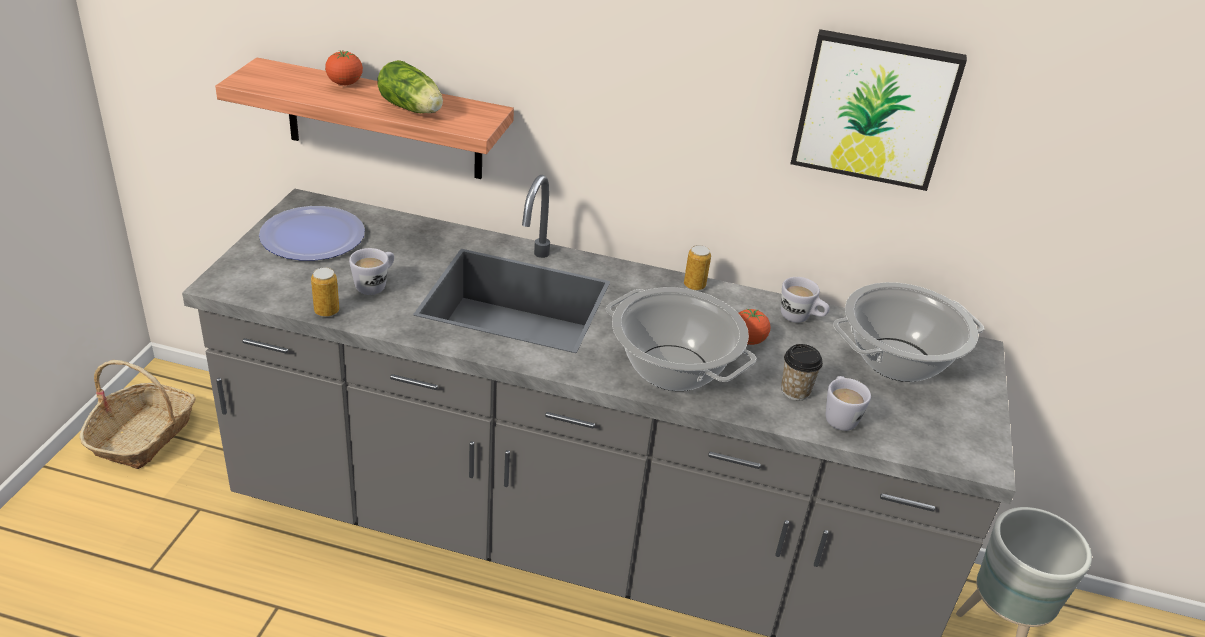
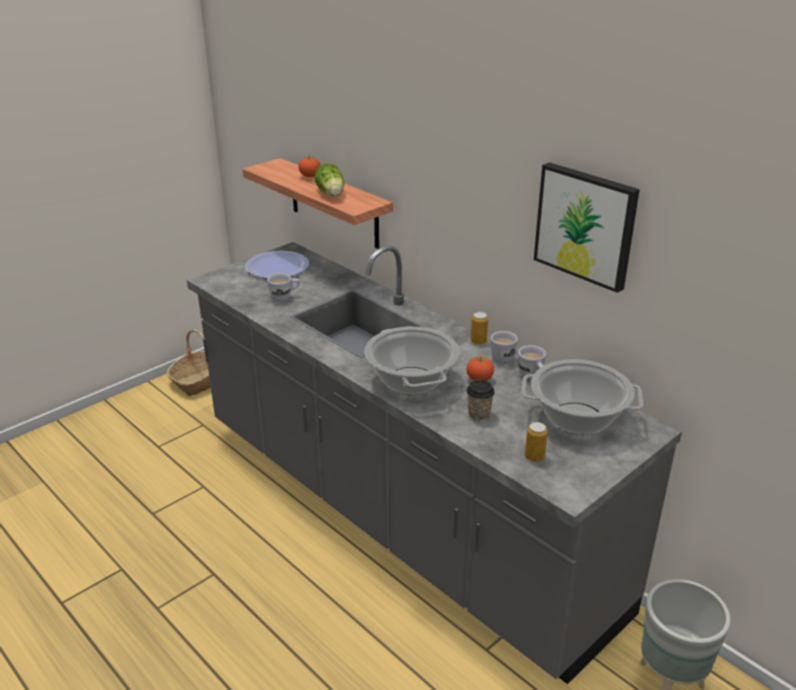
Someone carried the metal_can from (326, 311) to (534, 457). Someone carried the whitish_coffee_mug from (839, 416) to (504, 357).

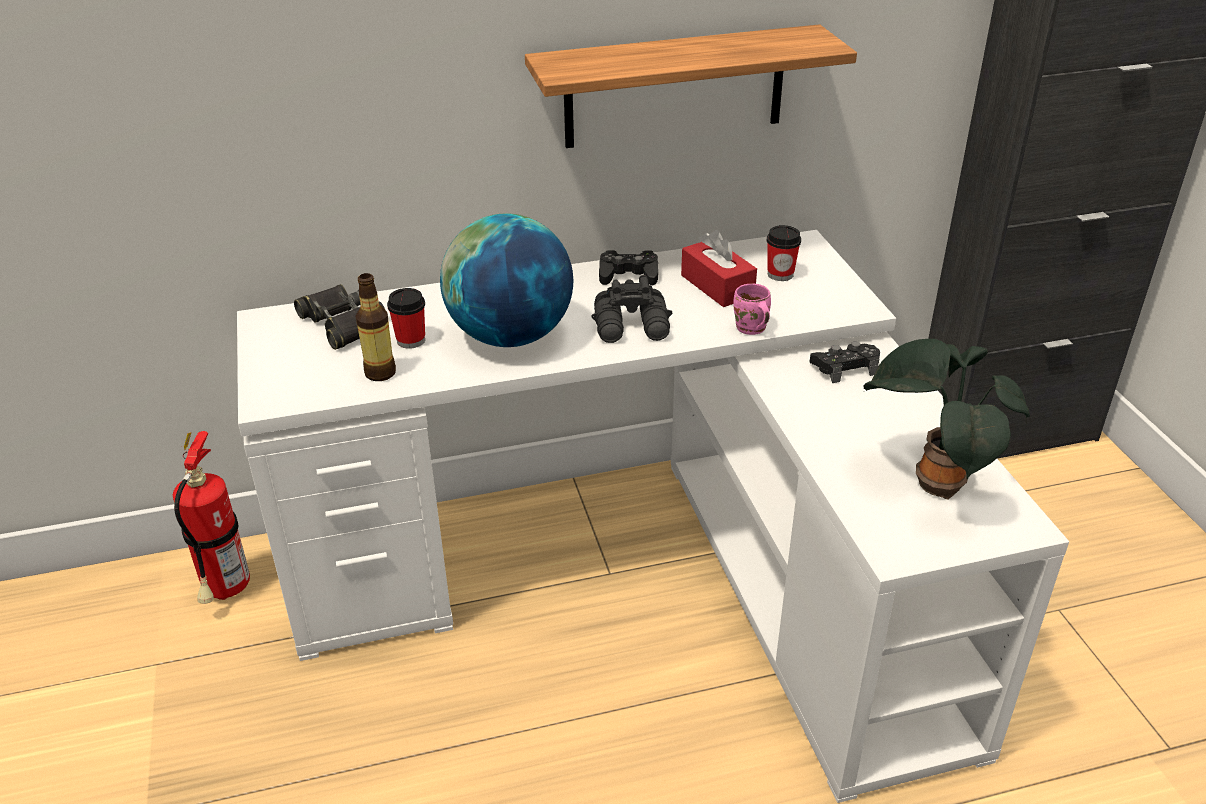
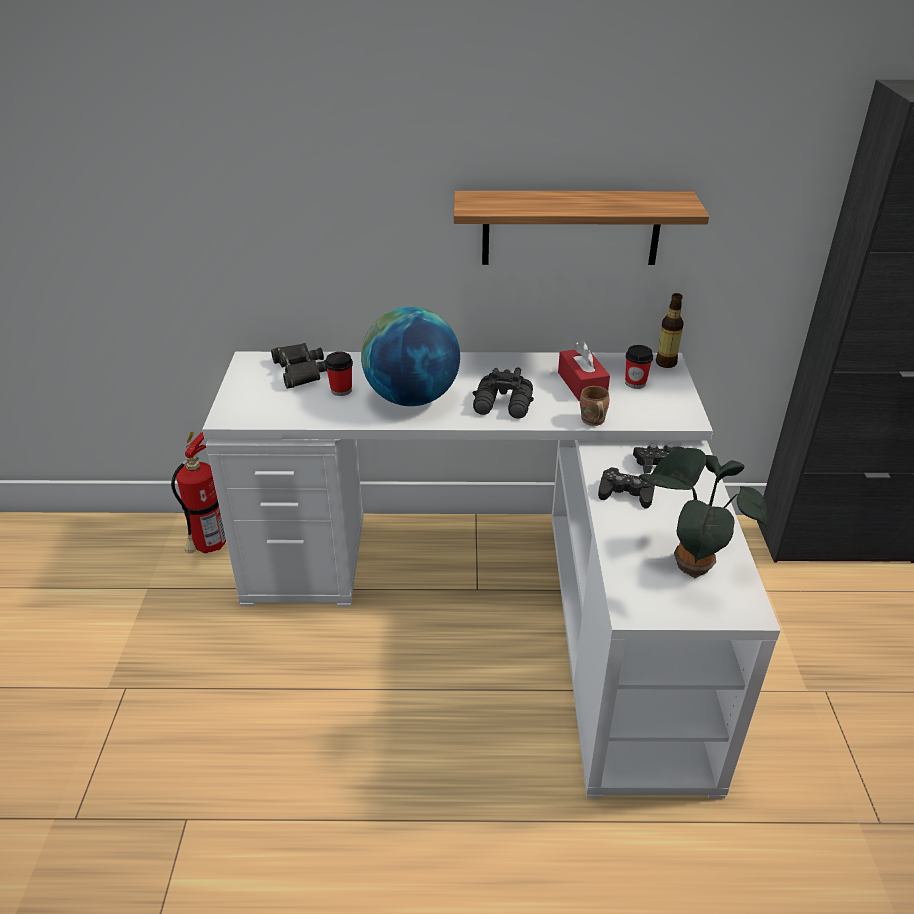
Someone carried the beverage_bottle from (380, 373) to (666, 363). Someone carried the black-coloured_joypad from (628, 275) to (626, 493). Someone repainted the pinkish_coffee_mug at (750, 329), which became the brown-coloured_coffee_mug at (592, 421).

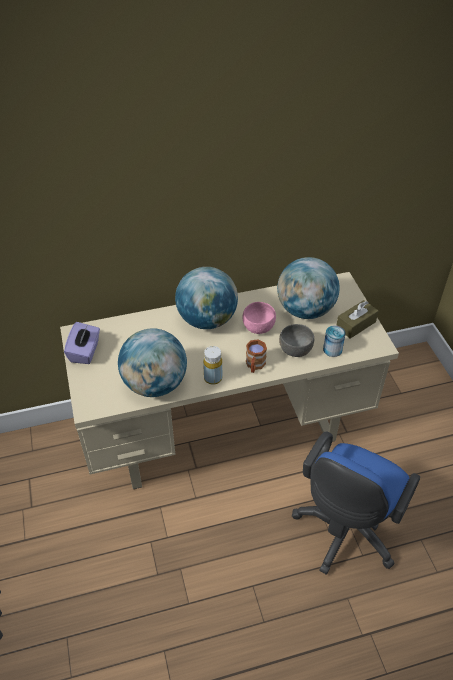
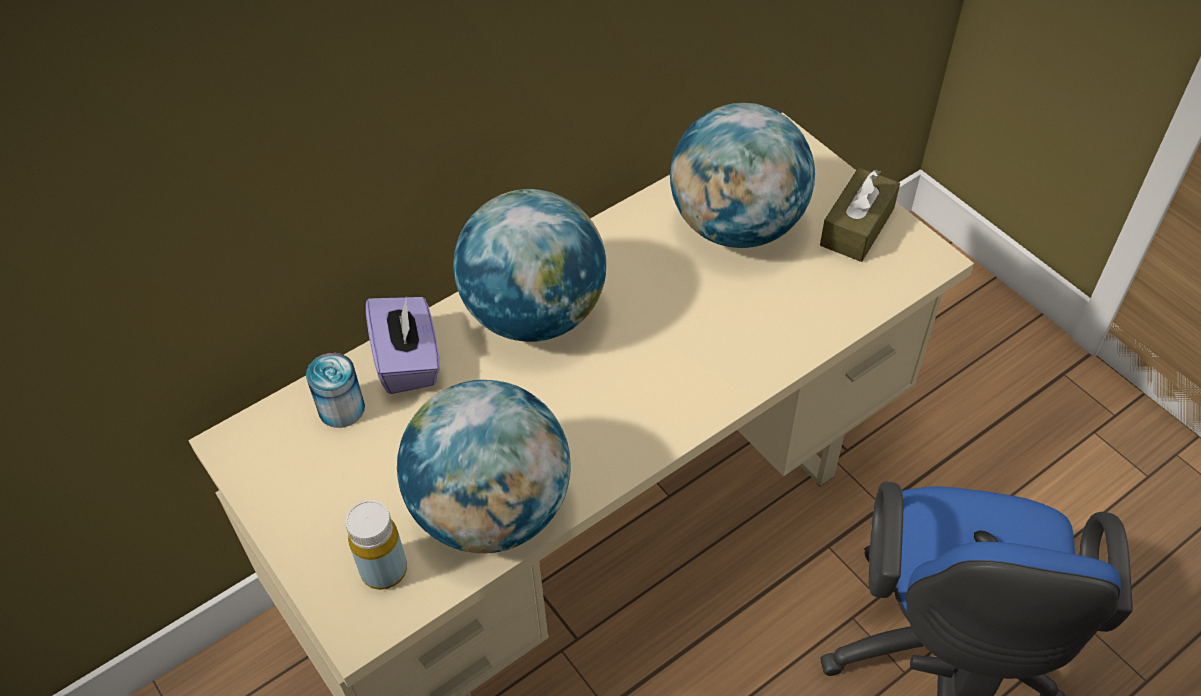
Someone carried the purplish_tissue_box from (85, 352) to (408, 361). Someone carried the yellow_beverage_bottle from (213, 378) to (384, 570). Someone took away the pinkish_serving_bowl at (258, 327). Someone took away the brown-coloured_coffee_mug at (254, 365). Someone took away the grey_serving_bowl at (295, 349). Someone carried the metal_can from (332, 349) to (341, 408).

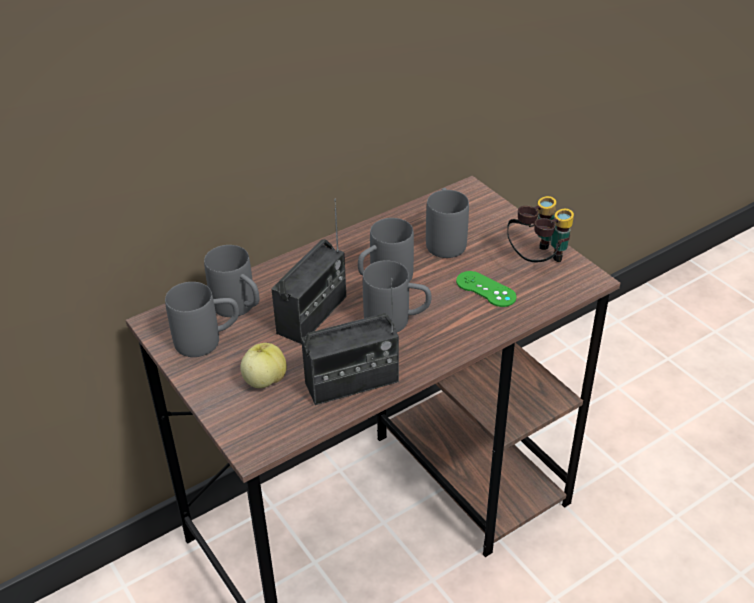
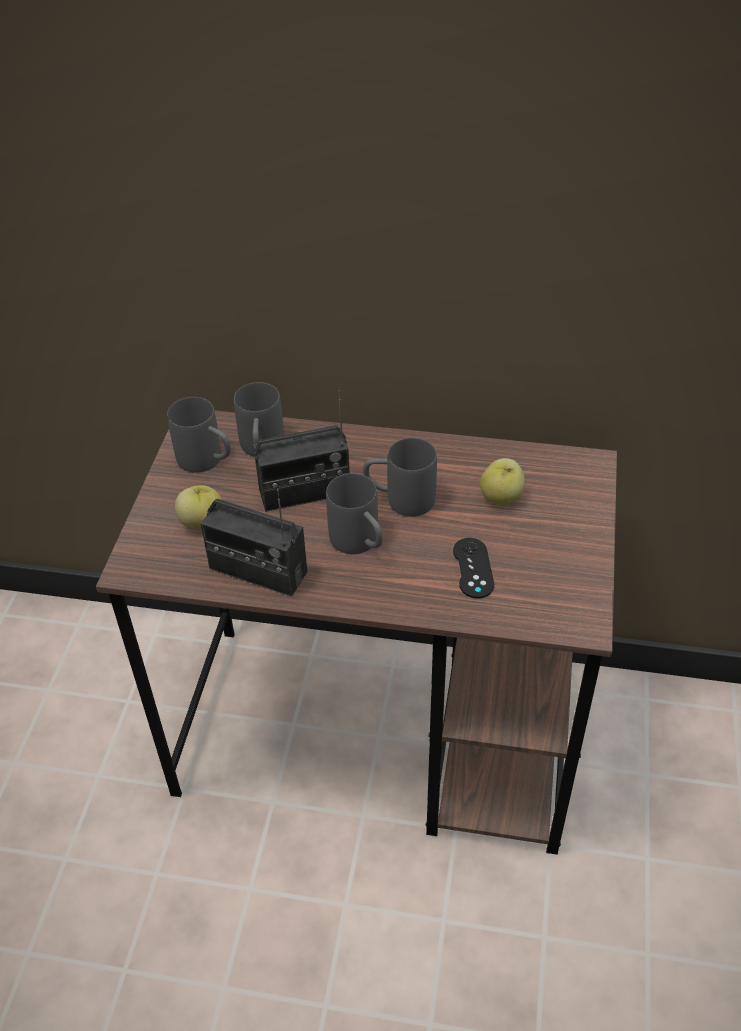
Someone swapped the grey_coffee_mug at (445, 240) for the whole_apple at (502, 497). Someone repainted the green_joypad at (485, 289), which became the black-coloured_joypad at (473, 568). Someone took away the binoculars at (537, 260).

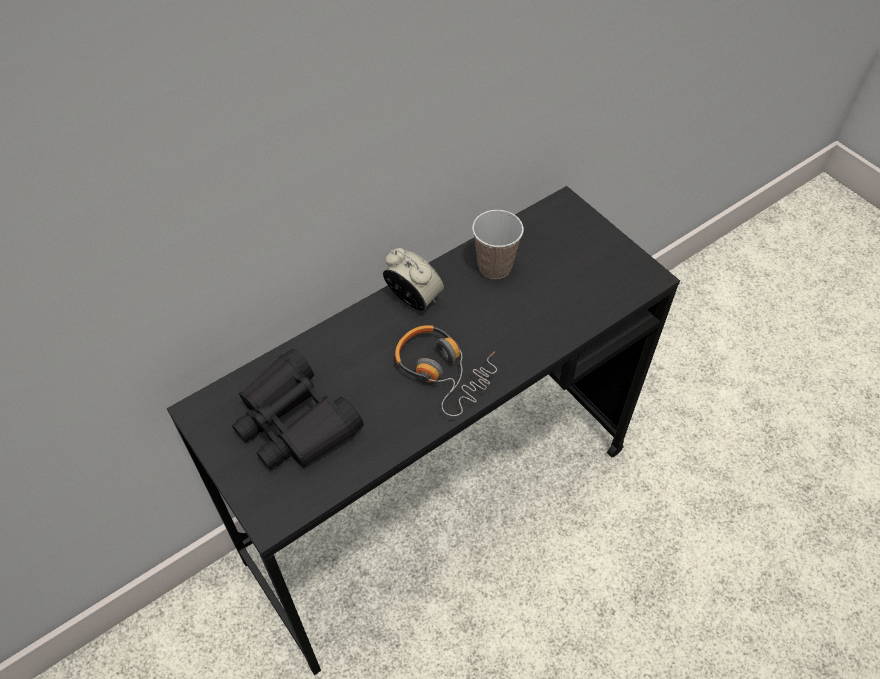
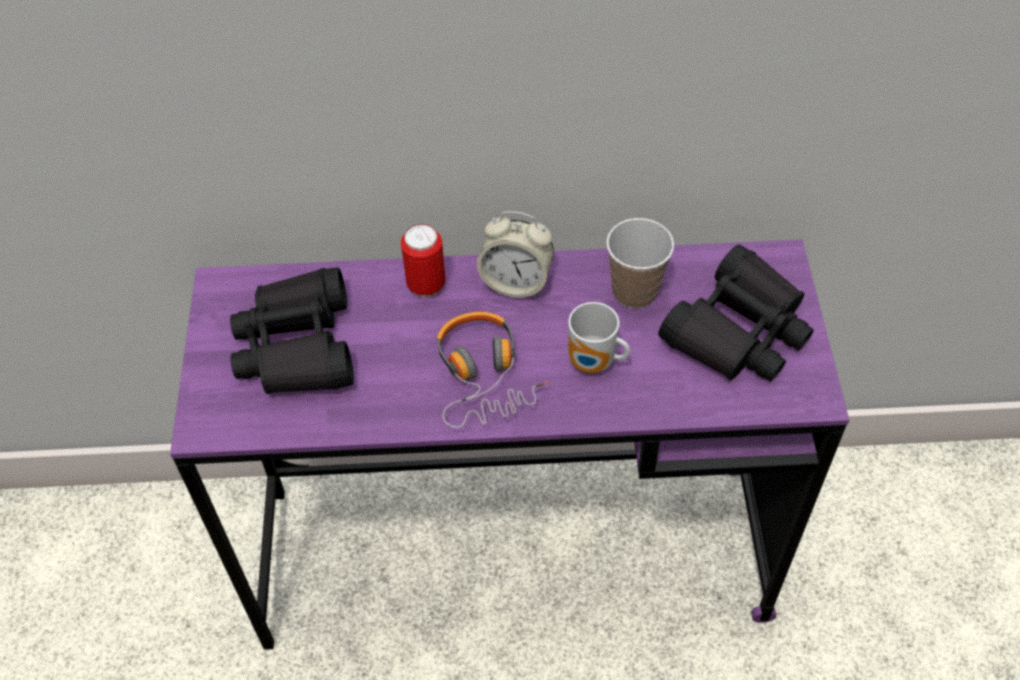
Someone repainted the black-coloured_desk_unit at (438, 504), which became the purplish_desk_unit at (513, 554). Someone rotated the table_clock at (413, 299) by 120 degrees clockwise. Someone put down the metal_can at (426, 285). Someone put down the coffee_mug at (593, 364). Someone put down the black-coloured_binoculars at (738, 331).

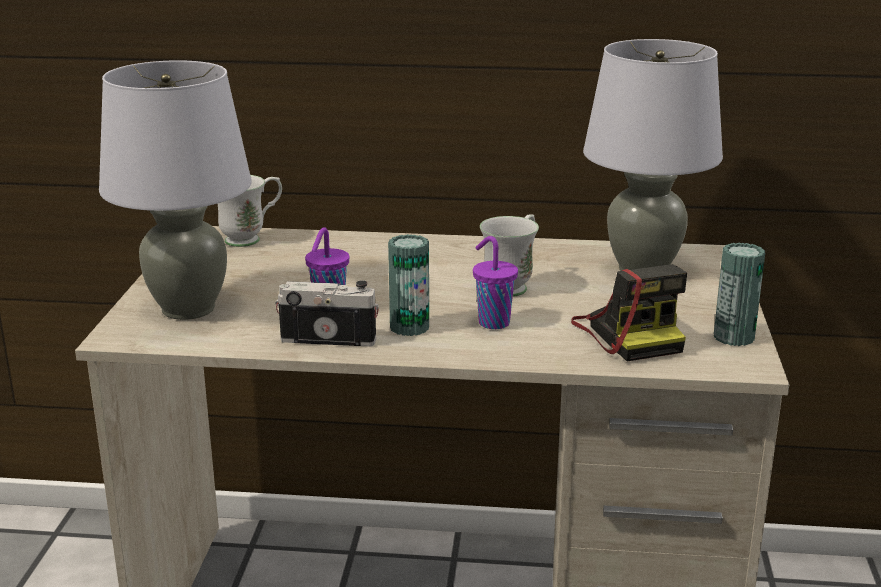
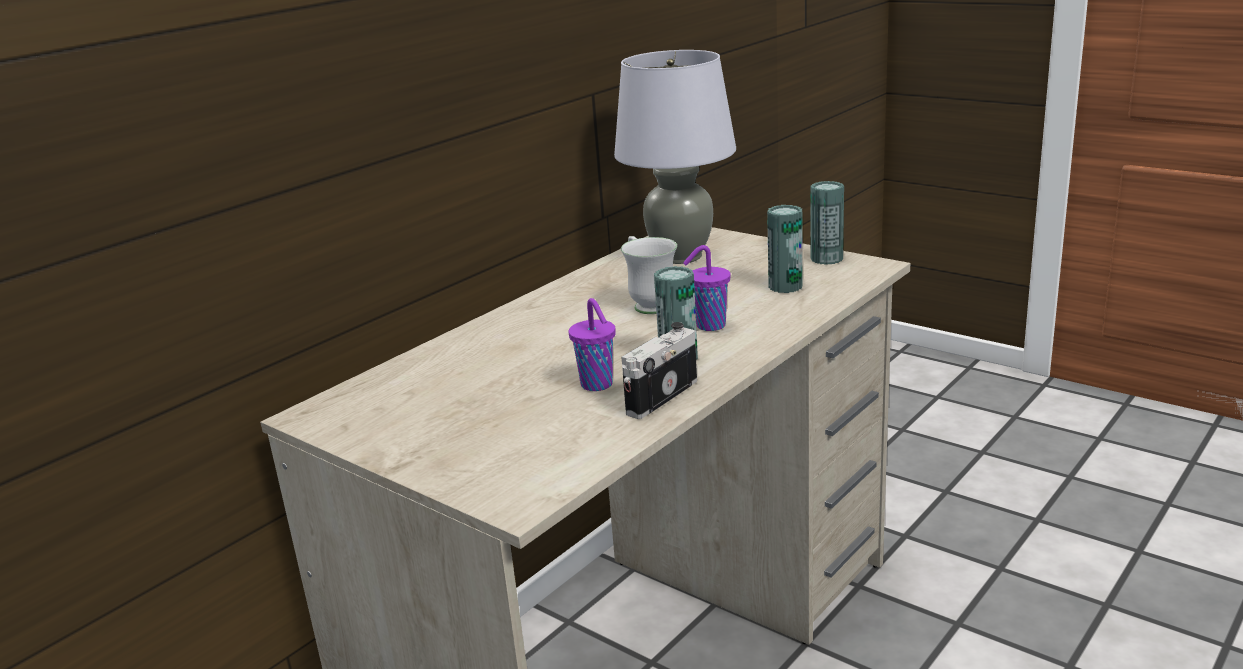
Someone took away the grey_lamp_for_a_table at (189, 309). Someone took away the whitish_coffee_mug at (251, 238). Someone swapped the still_camera at (629, 334) for the metal_can at (785, 286).

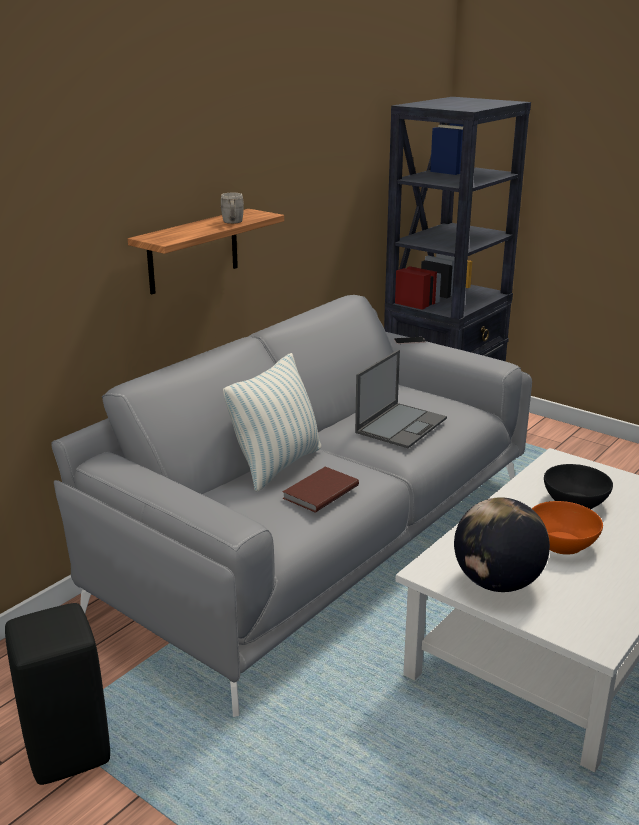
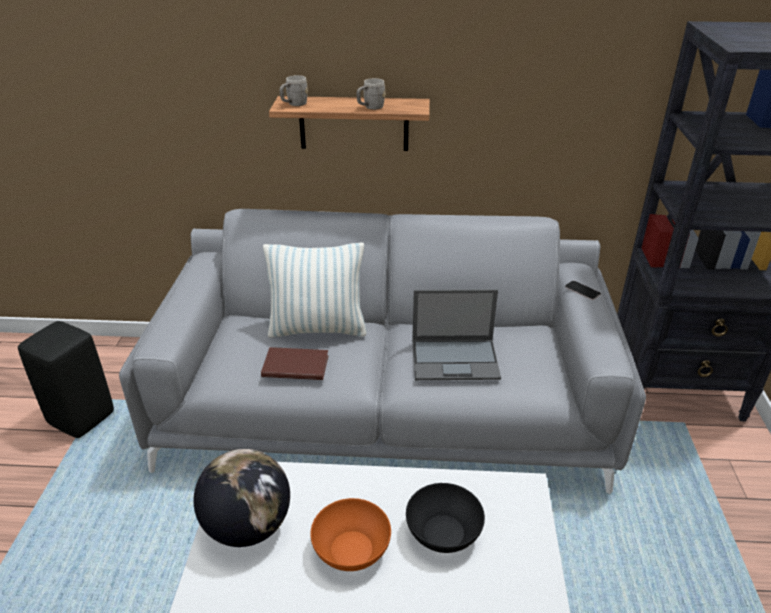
Someone put down the grey_coffee_mug at (294, 104).

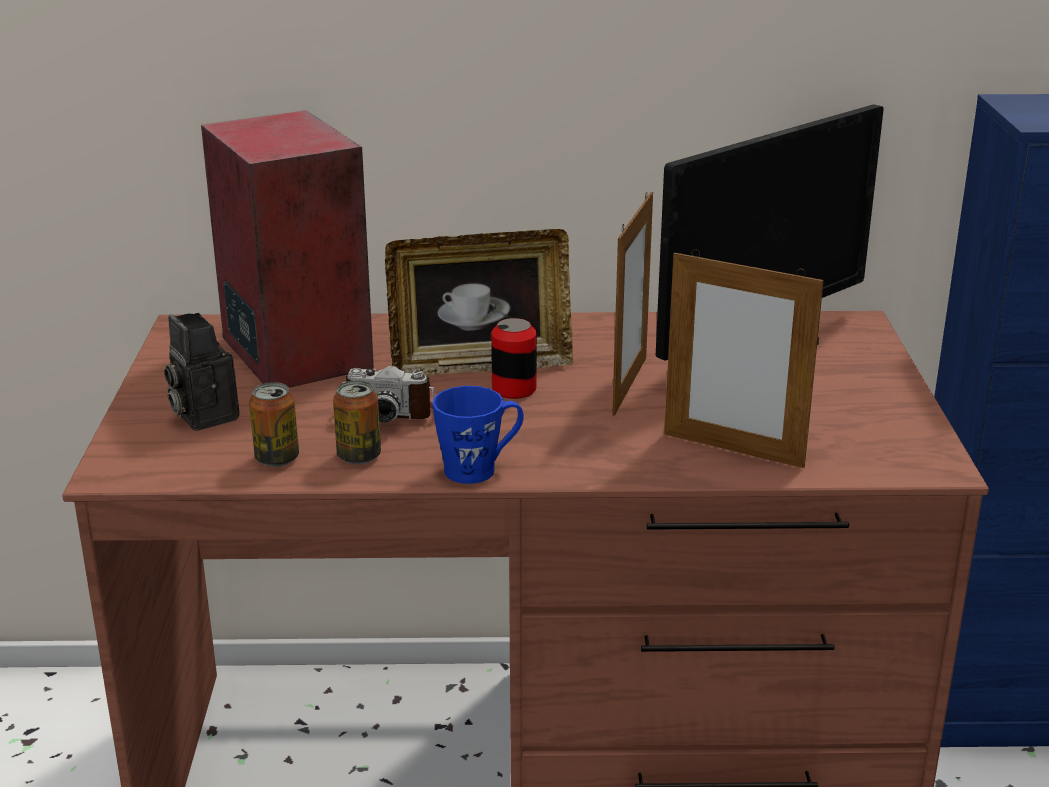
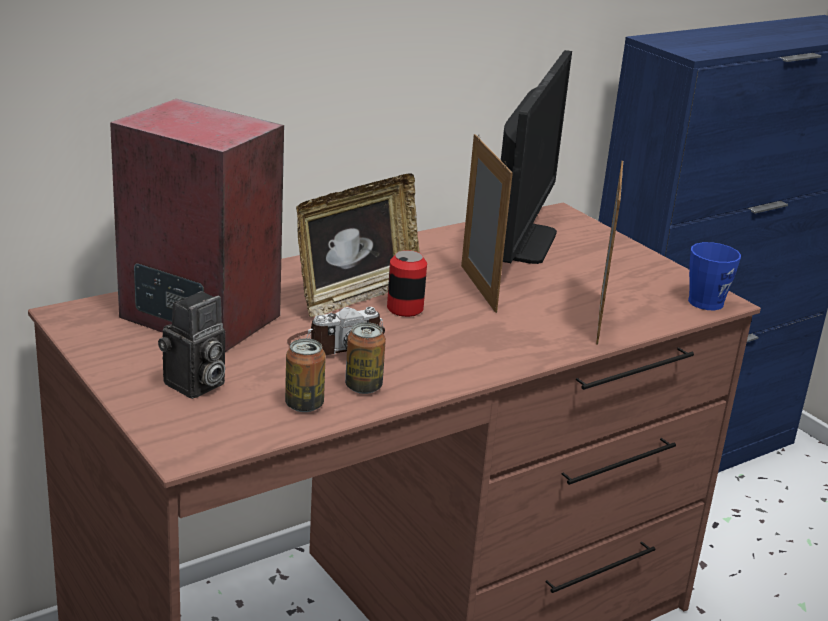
Someone rotated the still_camera at (202, 415) by 75 degrees counterclockwise. Someone carried the bluish_coffee_mug from (479, 469) to (709, 300). Someone rotated the standing_frame at (733, 450) by 75 degrees counterclockwise.

